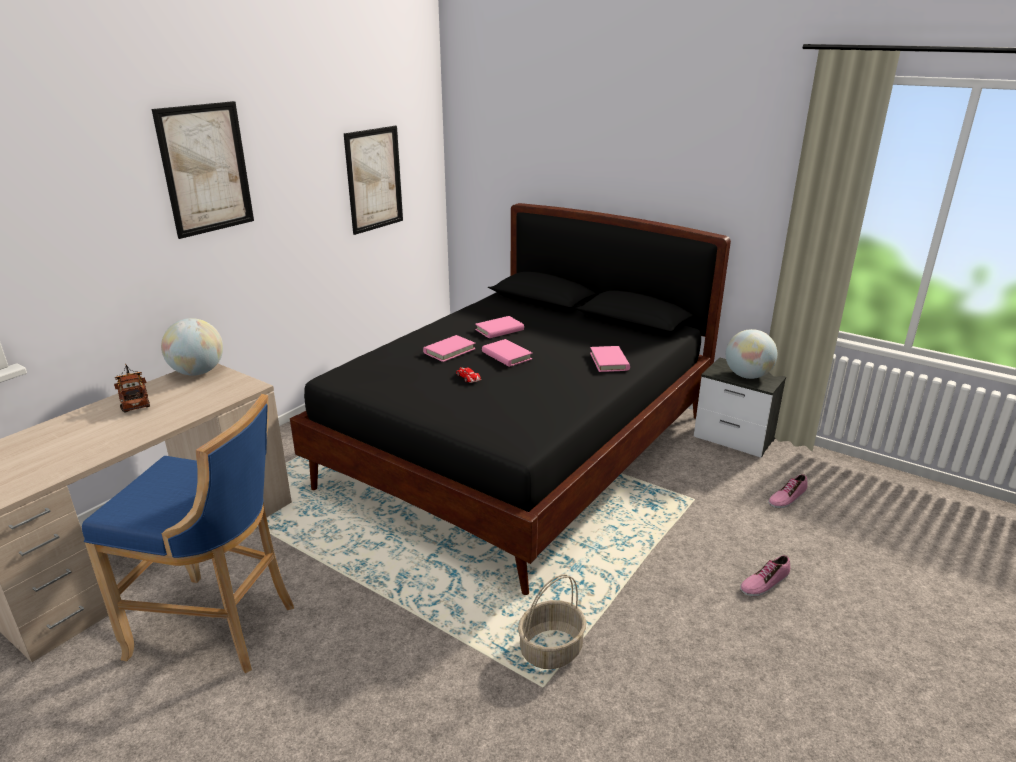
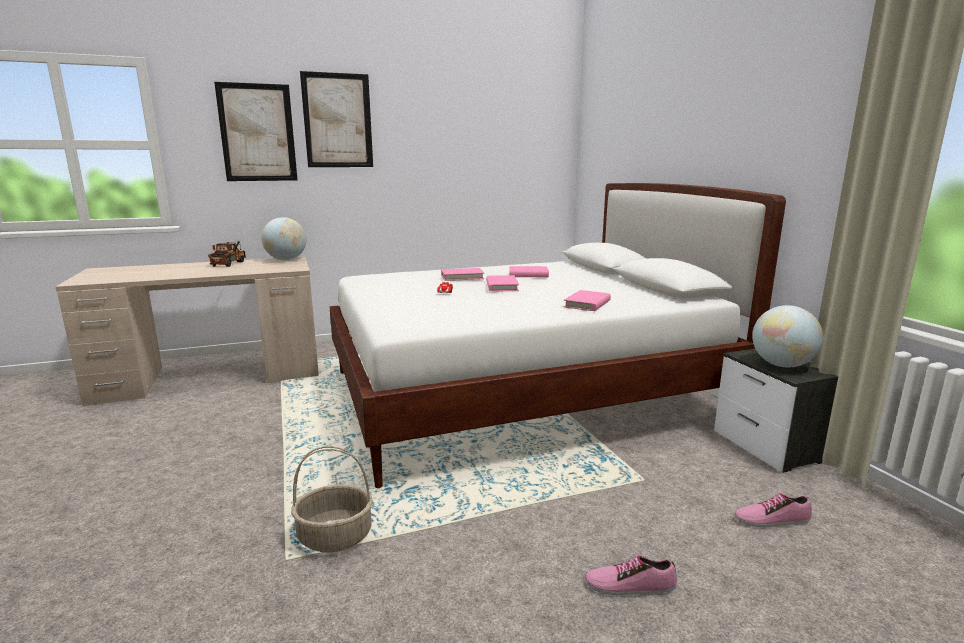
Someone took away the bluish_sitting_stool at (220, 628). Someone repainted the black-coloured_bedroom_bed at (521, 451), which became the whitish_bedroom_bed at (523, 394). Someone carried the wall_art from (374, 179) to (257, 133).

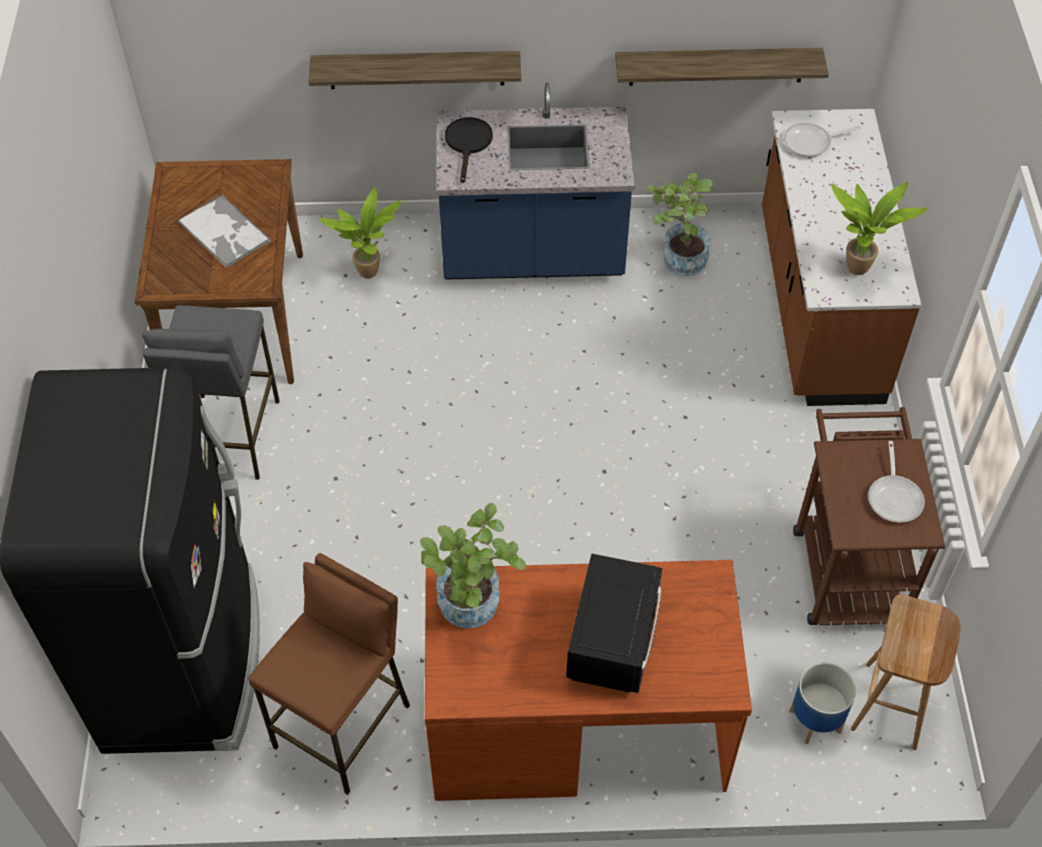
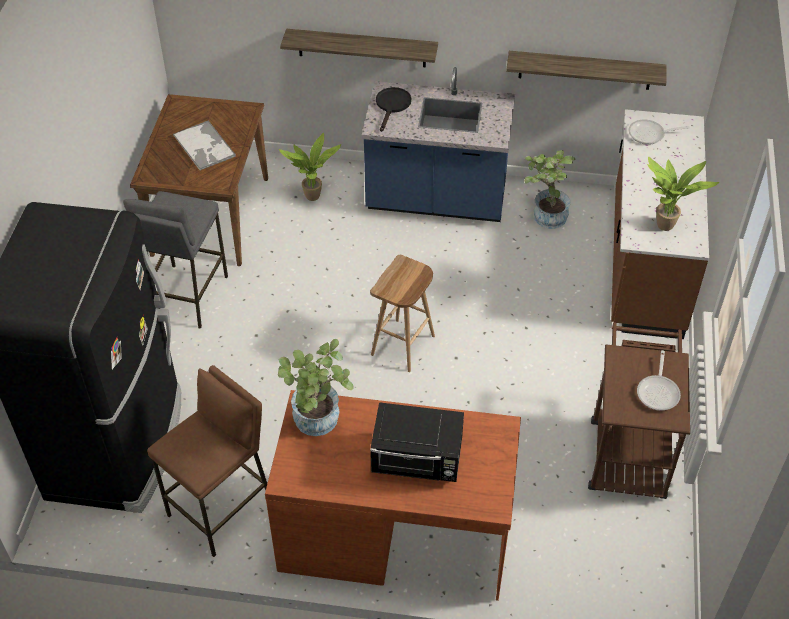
Someone rotated the black-coloured_microwave at (614, 640) by 75 degrees clockwise. Someone took away the flower_pot at (815, 722). Someone carried the brown-coloured_sitting_stool from (891, 707) to (403, 346).

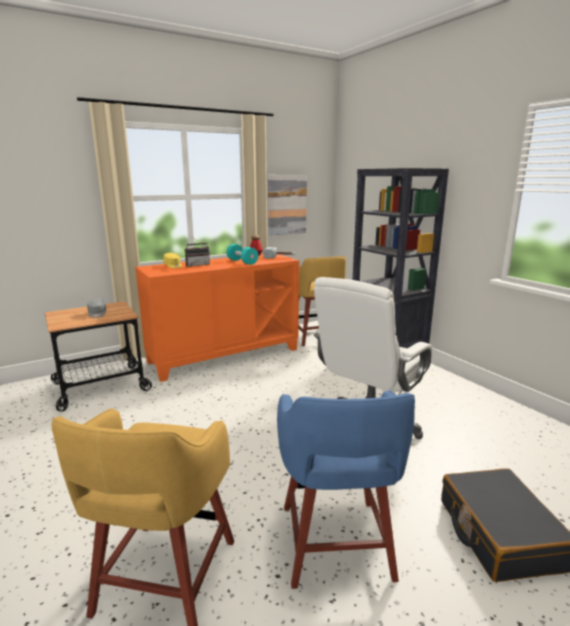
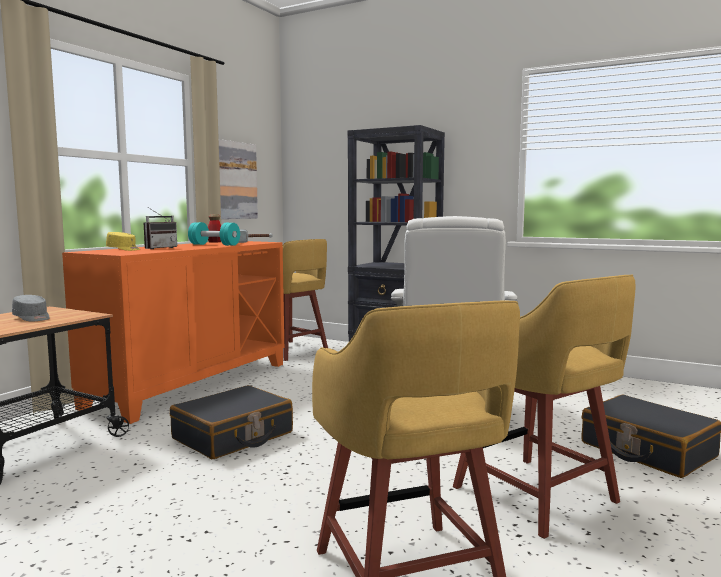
Someone repainted the bluish_sitting_stool at (335, 545), which became the yellow_sitting_stool at (538, 497). Someone put down the black-coloured_piece_of_luggage at (233, 436).

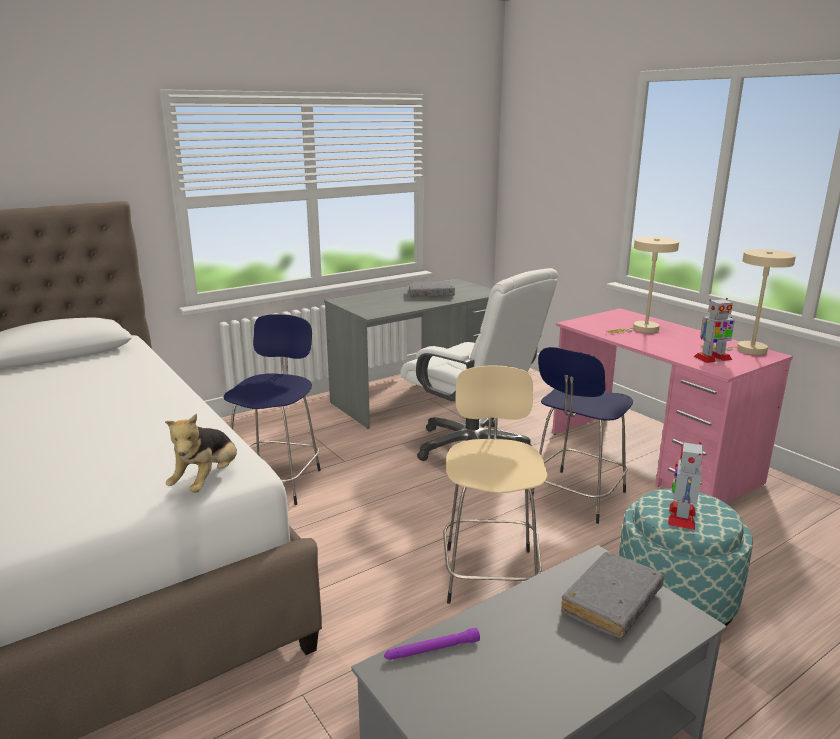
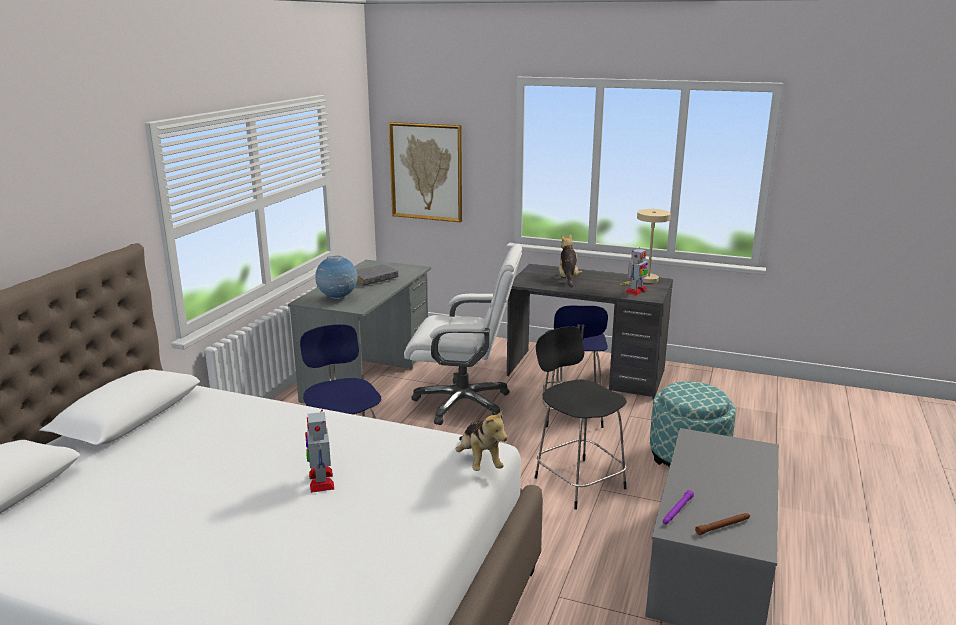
Someone repainted the beige_sitting_stool at (490, 572), which became the black-coloured_sitting_stool at (577, 481). Someone repainted the pinkish_desk_unit at (651, 457), which became the grey_desk_unit at (586, 373). Someone took away the grey_volume at (611, 603). Someone swapped the beige_lamp_for_a_table at (641, 329) for the plush_toy at (568, 278). Someone carried the model_robot from (681, 516) to (321, 480). Someone put down the desk_globe at (338, 299). Someone put up the wall_art at (426, 172). Someone put down the brown-coloured_hand_torch at (723, 526).

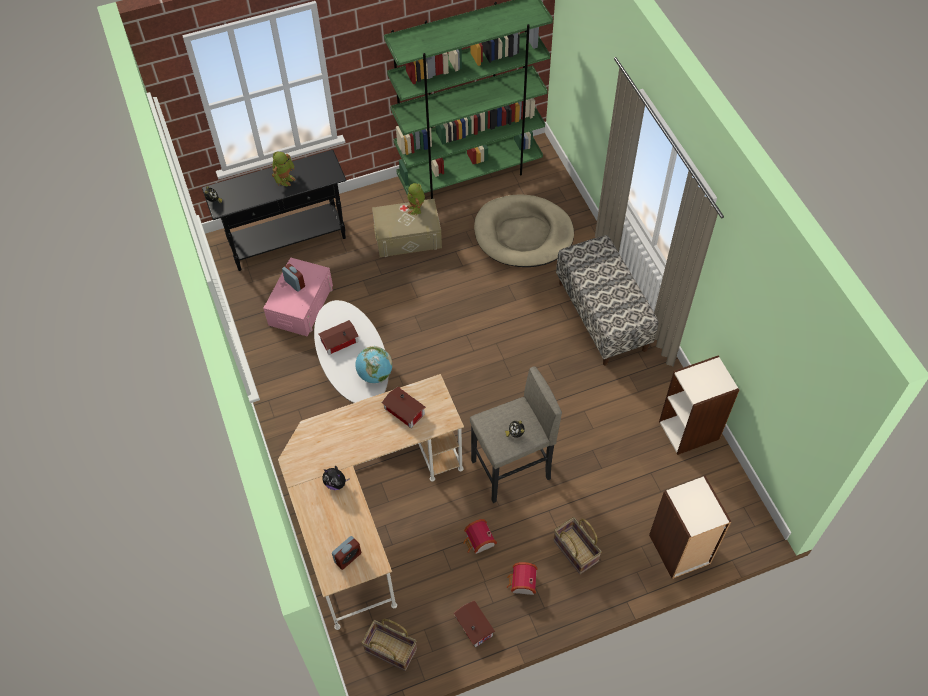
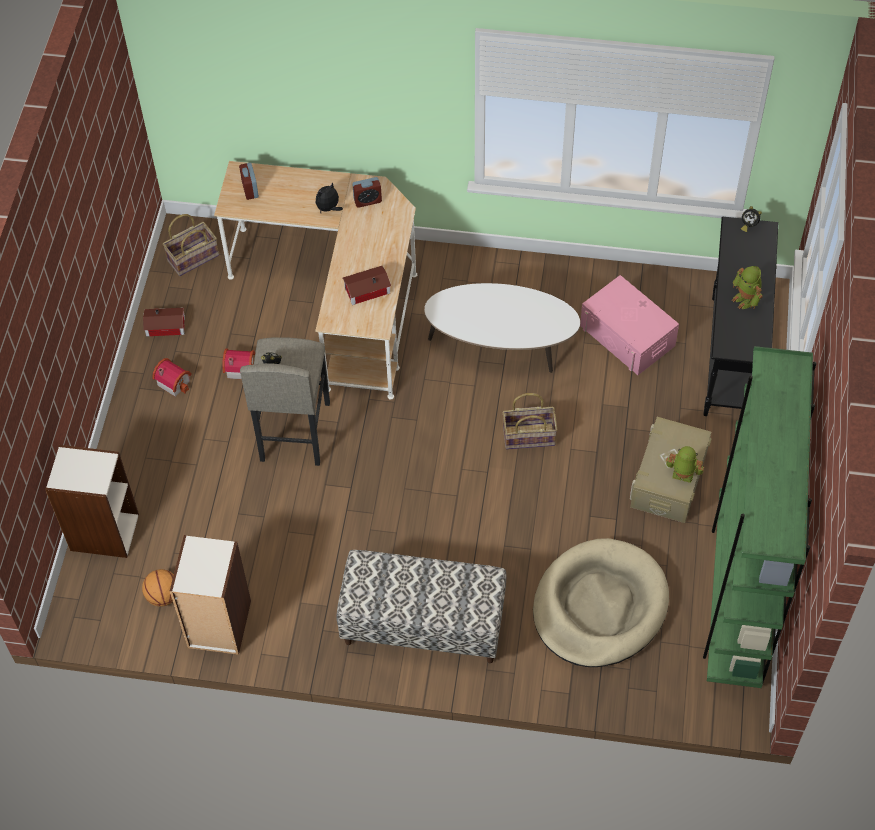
Someone carried the table_clock from (295, 283) to (367, 201). Someone took away the model_house at (338, 341). Someone took away the desk_globe at (375, 374). Someone carried the basket from (575, 551) to (529, 435). Someone put down the ball_for_basketball at (163, 596).

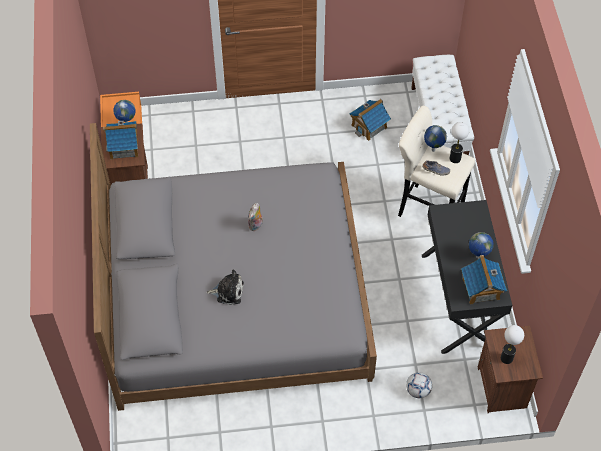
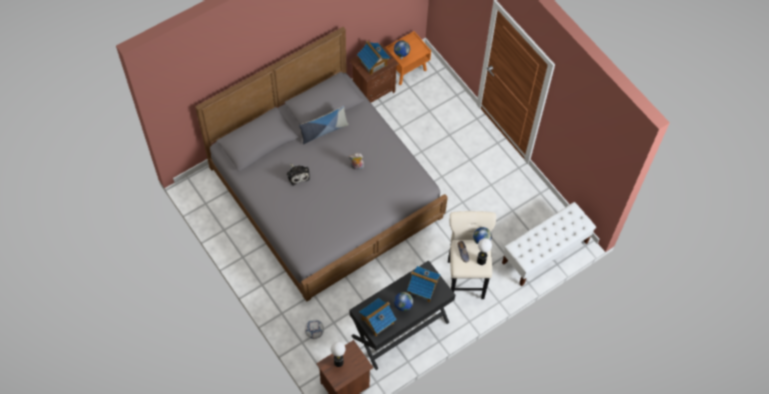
Someone carried the model_house from (369, 126) to (422, 288). Someone put down the pillow at (323, 131).

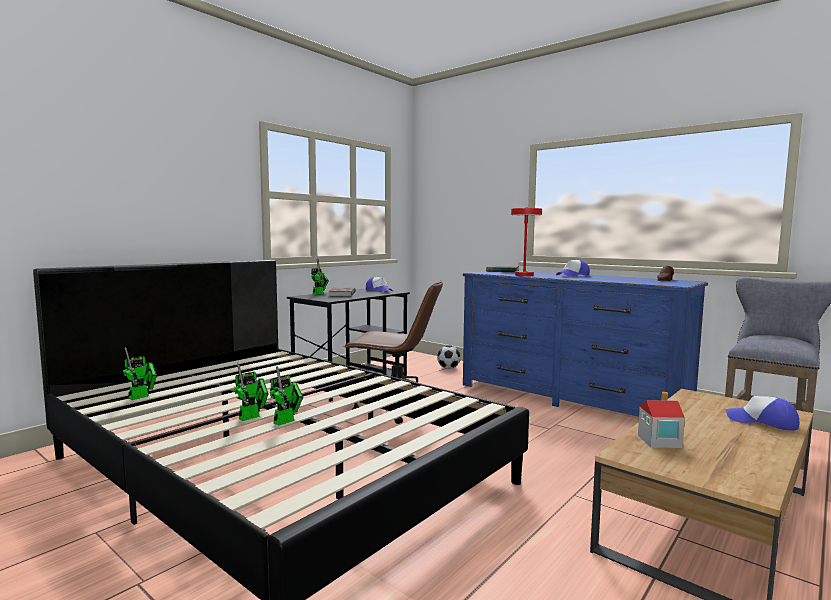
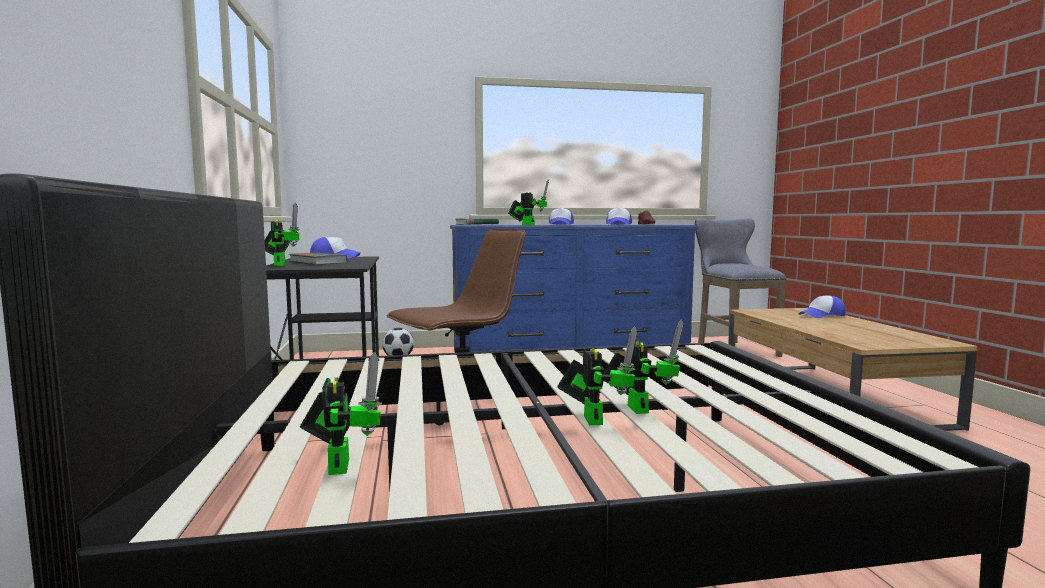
Someone swapped the red-coloured_lamp_for_a_table at (523, 275) for the model_robot at (526, 225). Someone took away the model_house at (658, 441). Someone put down the baseball_cap at (618, 224).

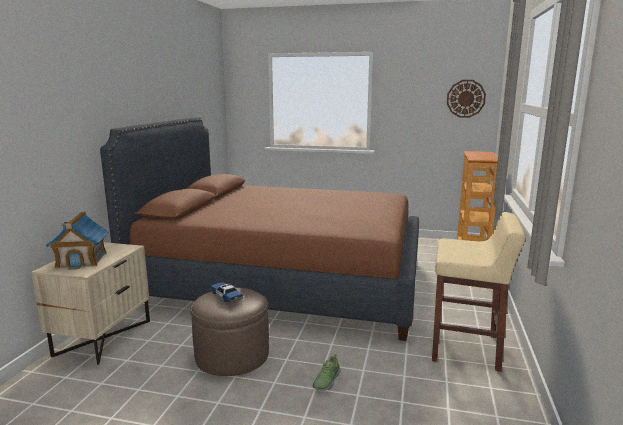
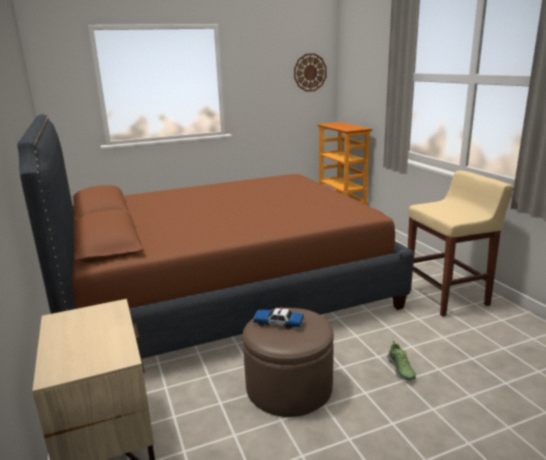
Someone took away the model_house at (82, 260).

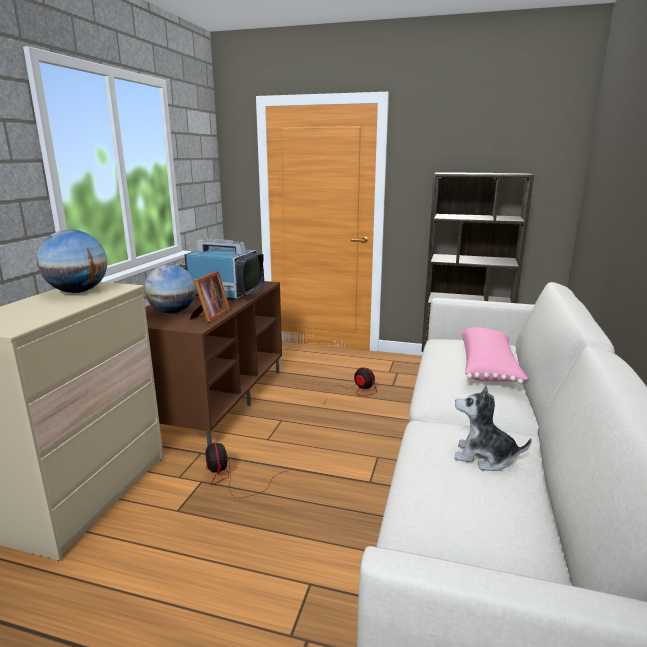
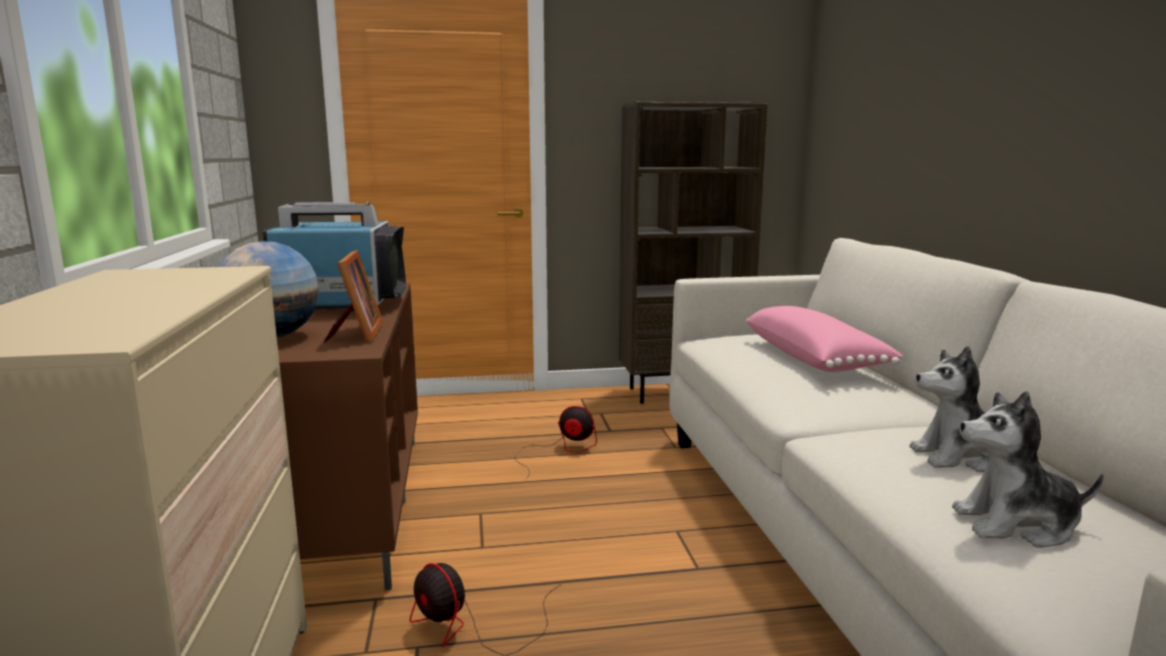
Someone took away the desk_globe at (78, 292). Someone put down the plush_toy at (1016, 525).

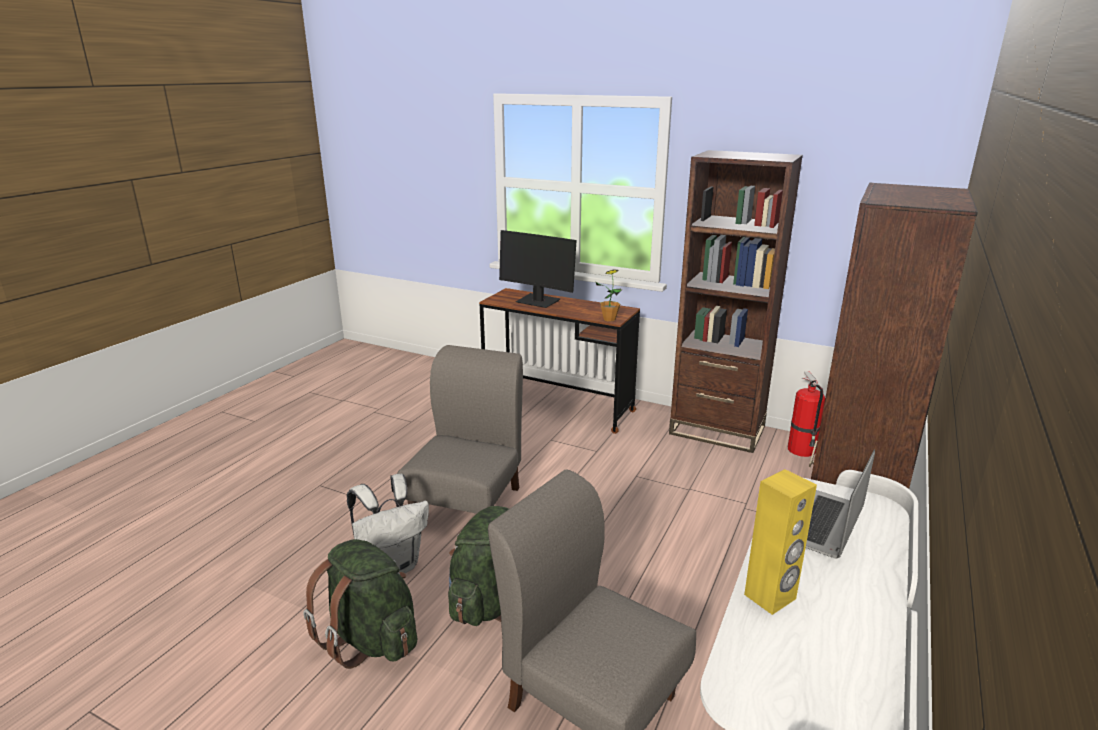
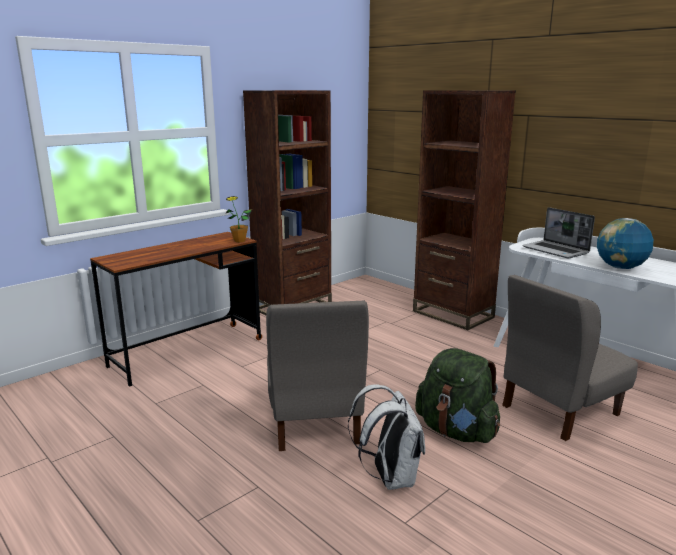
Someone took away the green_rucksack at (371, 639). Someone rotated the grey_upright_chair at (468, 504) by 135 degrees counterclockwise. Someone took away the computer_display at (538, 301). Someone swapped the yellow_loudspeaker at (770, 597) for the desk_globe at (620, 268). Someone took away the extinguisher at (802, 450).

